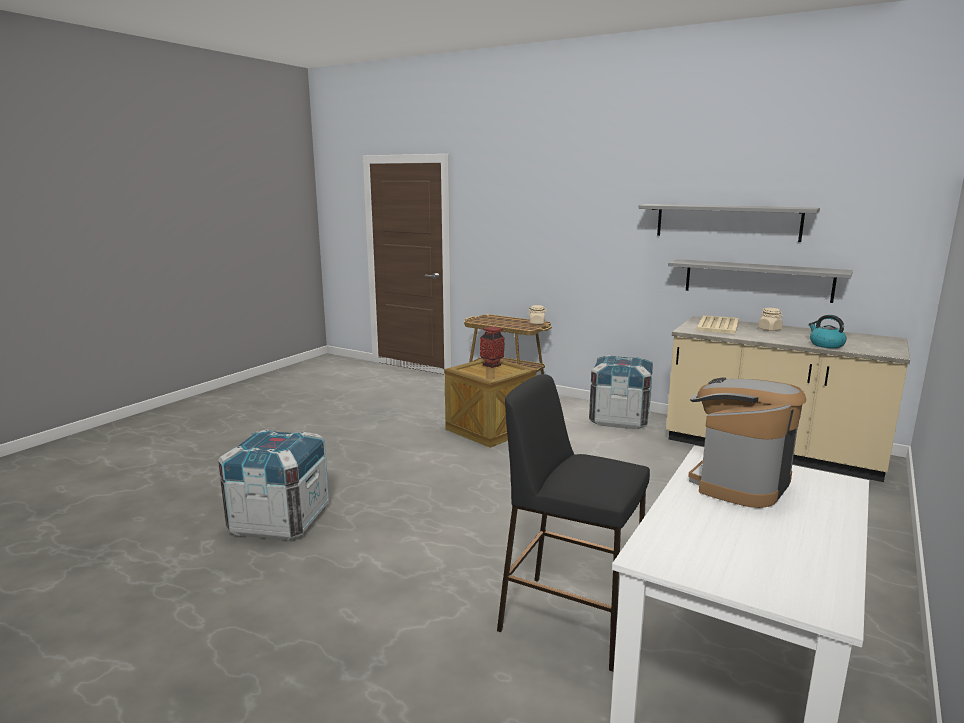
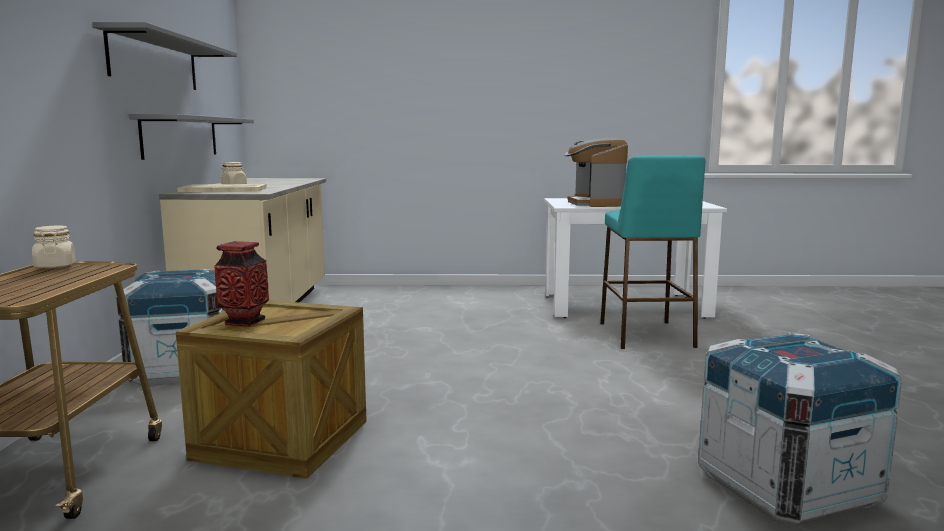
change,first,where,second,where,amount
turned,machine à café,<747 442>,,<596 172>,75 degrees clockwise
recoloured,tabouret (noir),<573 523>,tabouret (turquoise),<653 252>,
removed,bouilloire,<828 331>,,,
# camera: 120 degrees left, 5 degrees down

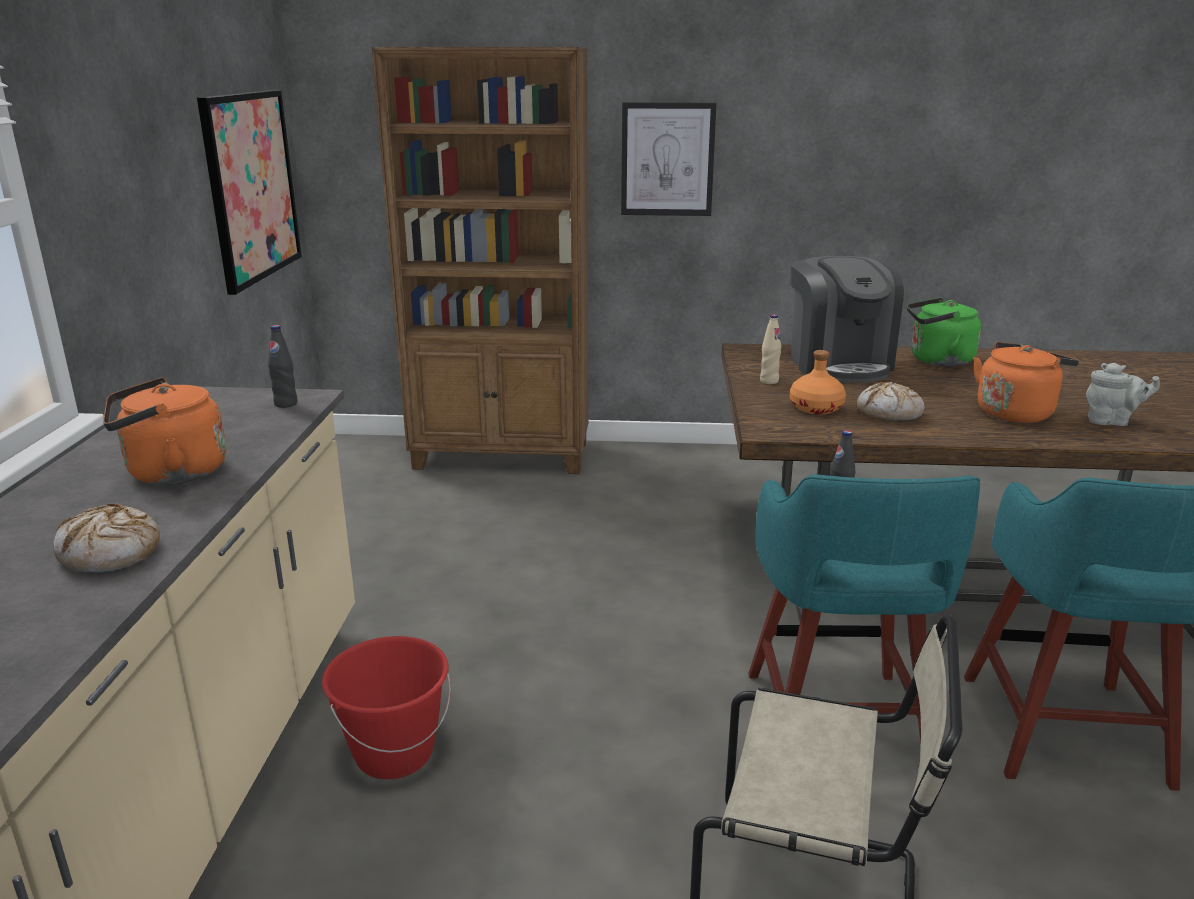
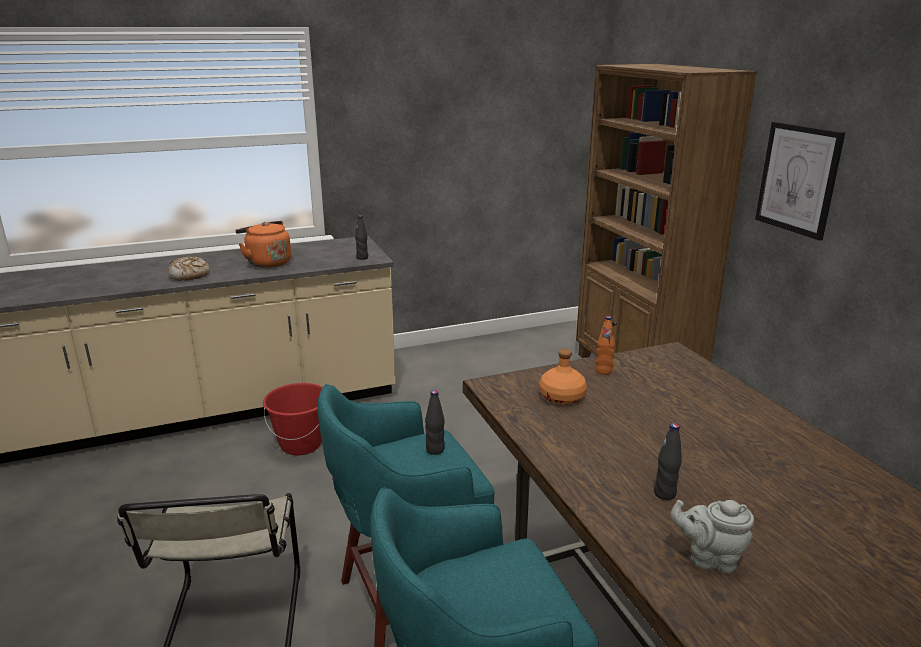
change,first,where,second,where,amount
recoloured,bouteille (beige),<771 349>,bouteille (orange),<605 345>,
replaced,bouilloire (orange),<1026 382>,bouteille (noir),<668 461>,
turned,théière (gris),<1123 394>,,<712 537>,120 degrees clockwise
removed,tableau,<249 192>,,,
removed,machine à café,<847 319>,,,
removed,pain,<890 401>,,,
removed,bouilloire (vert),<944 331>,,,
# camera: 65 degrees right, 0 degrees up

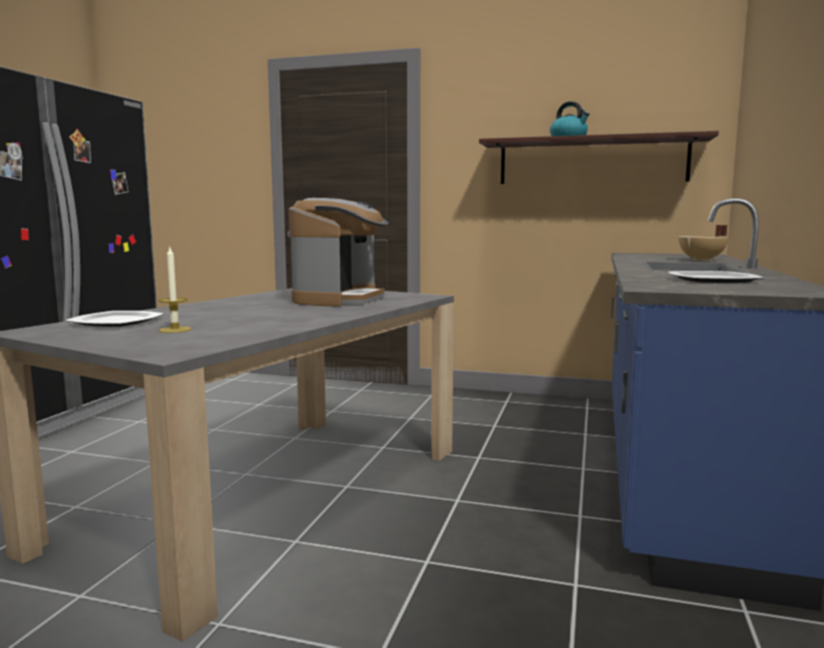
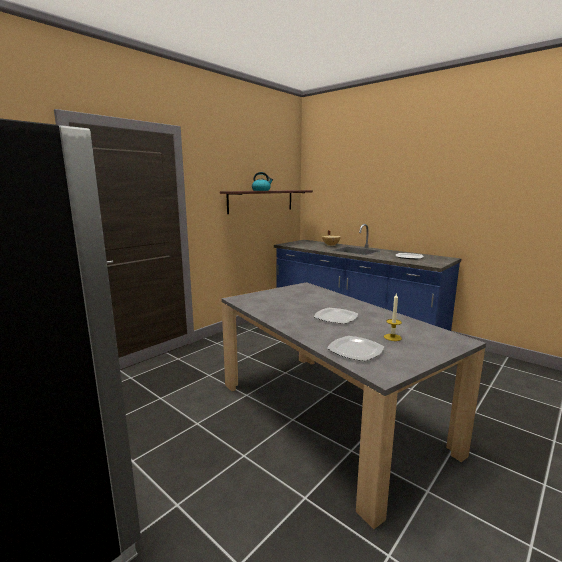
change,first,where,second,where,amount
added,,,assiette,<336 316>,
removed,machine à café,<339 252>,,,
# camera: 65 degrees left, 5 degrees up

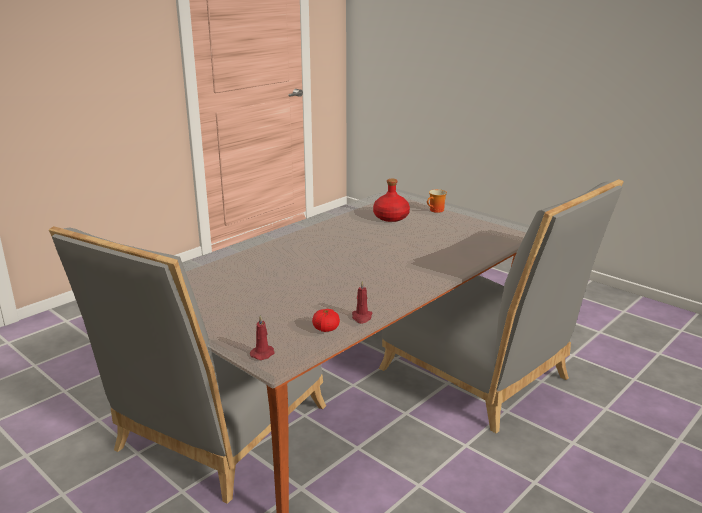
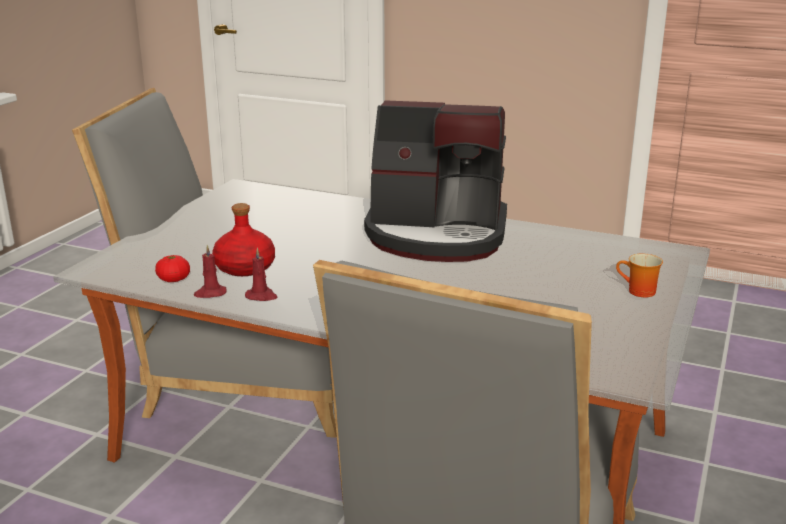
change,first,where,second,where,amount
moved,bouteille (rouge),<391 200>,,<243 239>,
moved,bougie (rouge),<262 337>,,<261 274>,
added,,,machine à café,<435 181>,
# camera: 70 degrees right, 0 degrees up

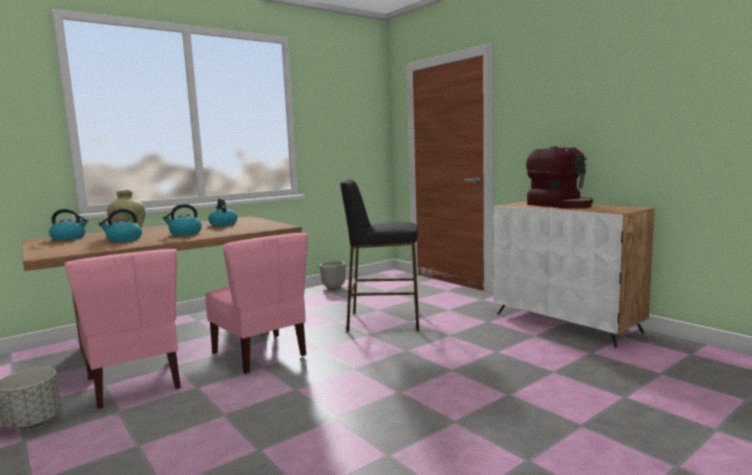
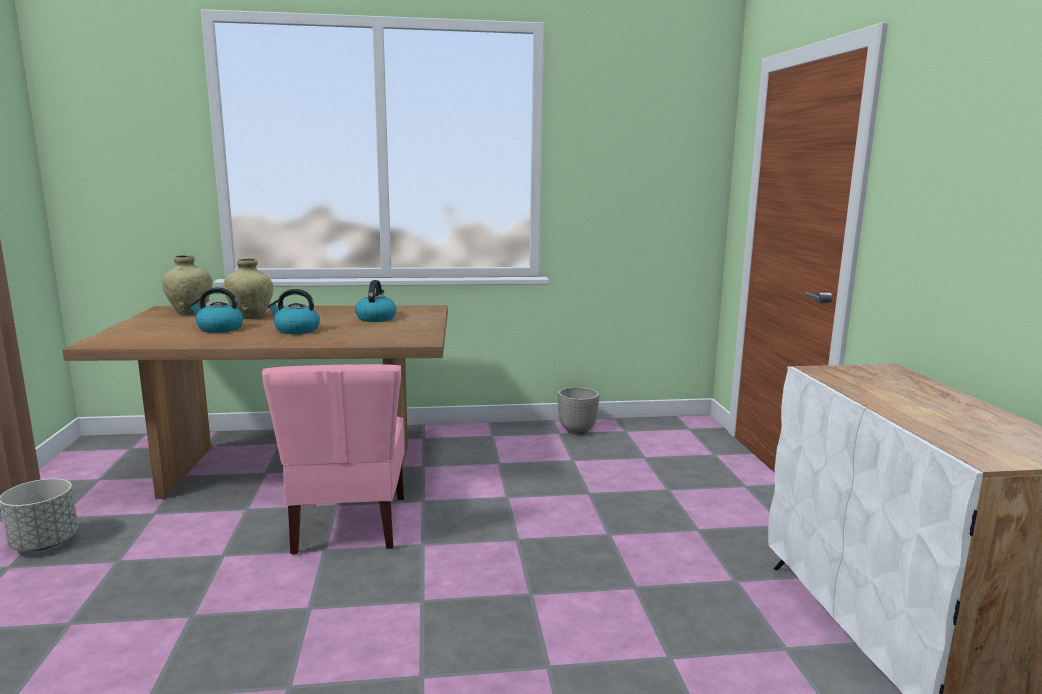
change,first,where,second,where,amount
replaced,bouilloire,<68 225>,vase (beige),<187 285>,
removed,chaise (rose),<122 329>,,,
removed,tabouret (noir),<379 255>,,,
removed,machine à café,<559 178>,,,
# camera: 30 degrees right, 5 degrees up

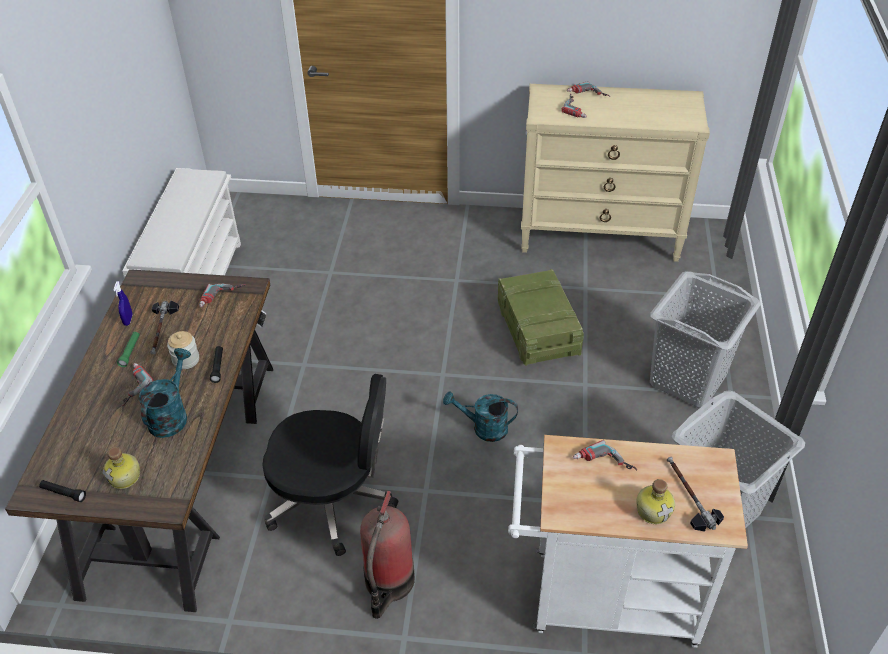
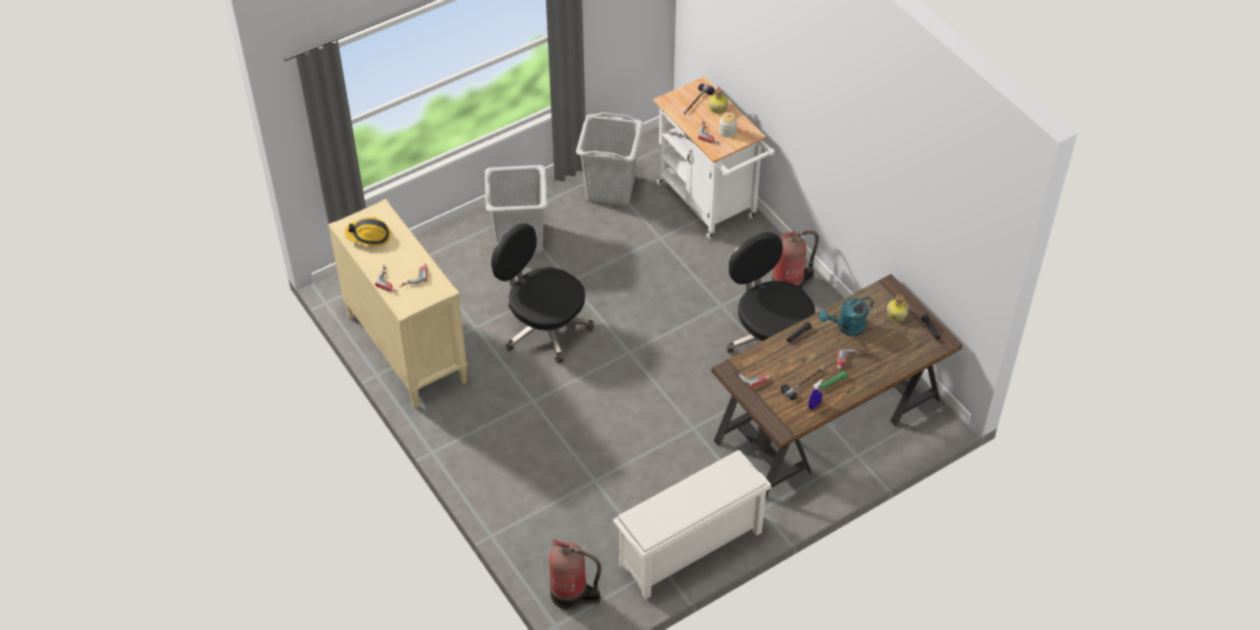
change,first,where,second,where,amount
added,,,casque de chantier,<368 231>,
replaced,caisse,<541 317>,chaise de bureau (noir),<542 293>,
added,,,extincteur,<575 574>,
moved,bocal,<183 350>,,<728 124>,
removed,arrosoir (turquoise),<480 416>,,,
# camera: 130 degrees left, 5 degrees up

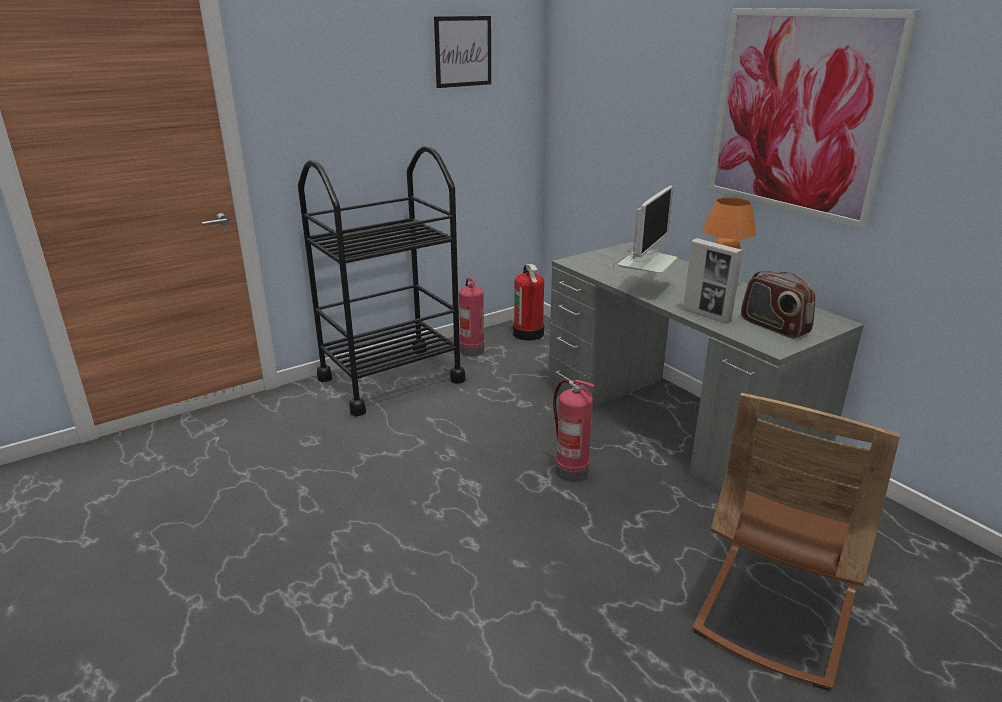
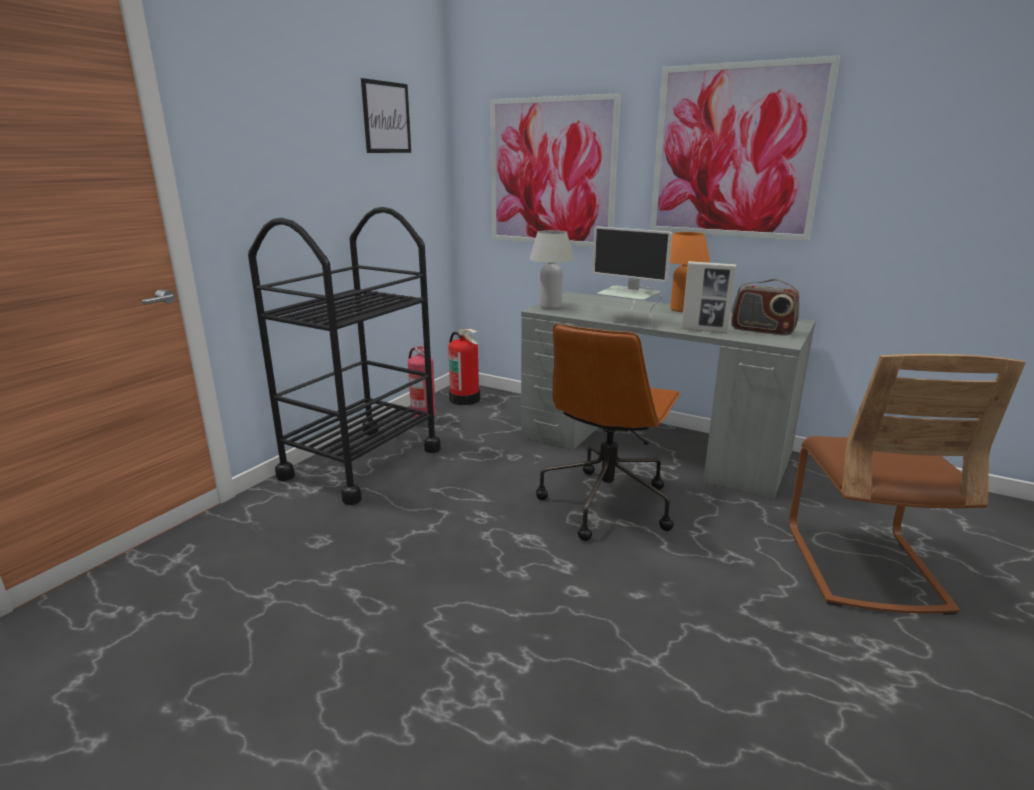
change,first,where,second,where,amount
added,,,tableau,<555 170>,
added,,,lampe de table (blanc),<551 269>,
replaced,extincteur,<574 430>,chaise de bureau (marron),<608 432>,
turned,écran d'ordinateur,<645 235>,,<632 275>,120 degrees clockwise
# camera: 25 degrees left, 5 degrees down

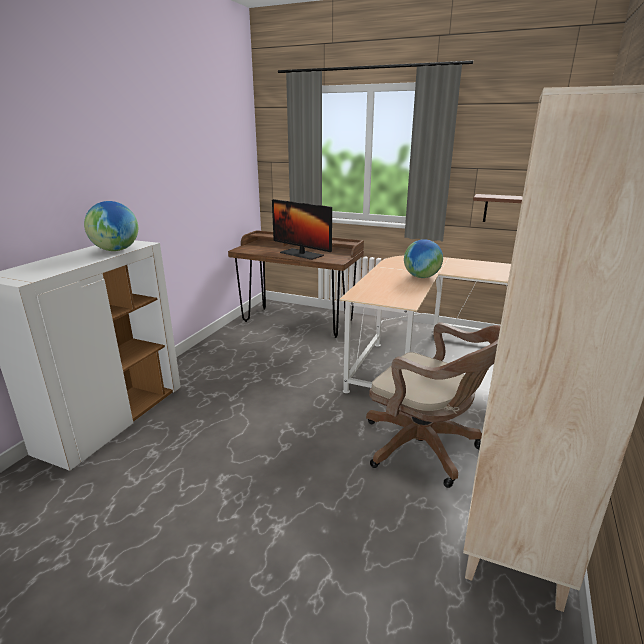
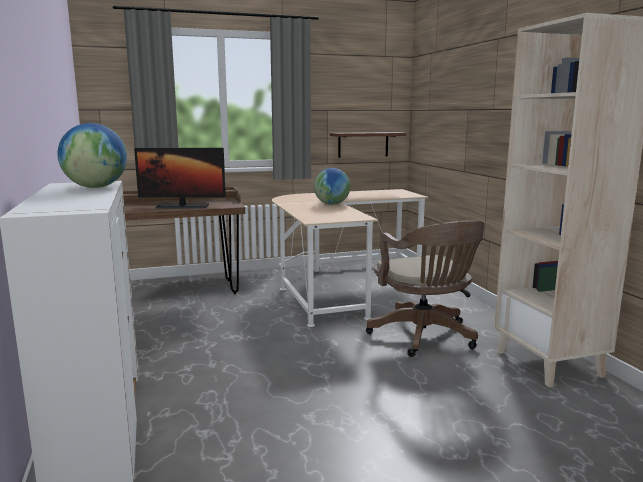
change,first,where,second,where,amount
turned,chaise de bureau (marron),<433 405>,,<425 289>,75 degrees clockwise
# camera: 40 degrees left, 10 degrees down

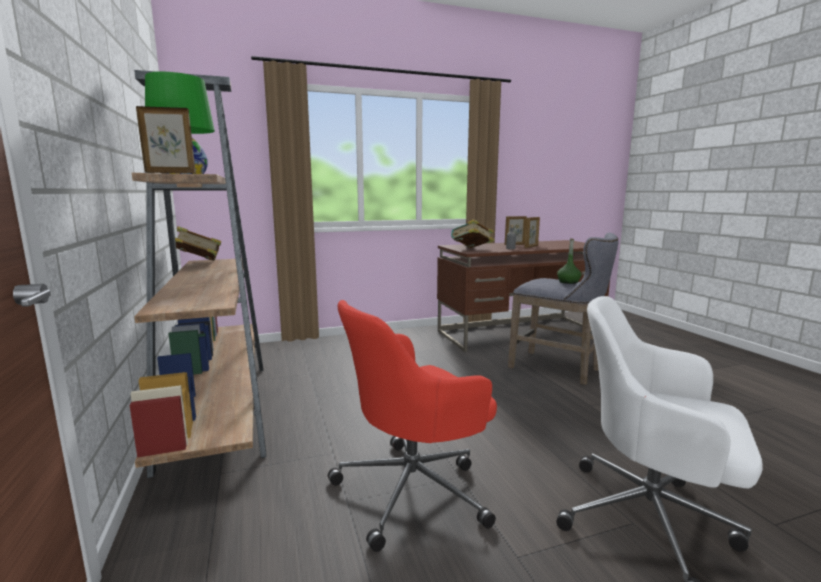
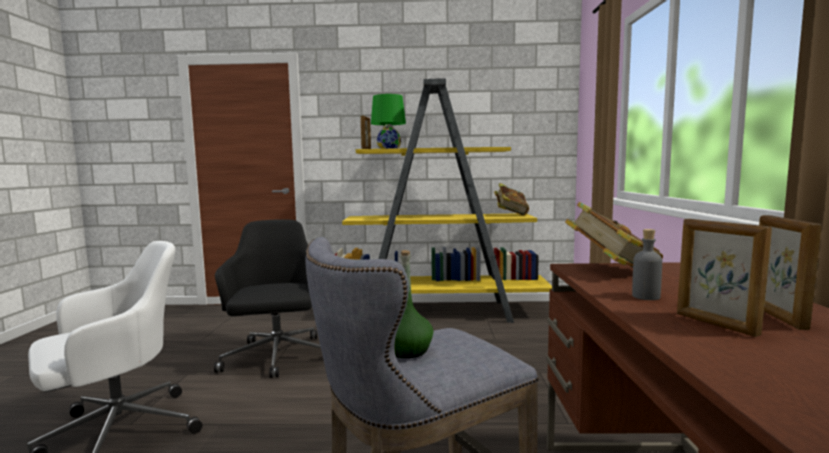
change,first,where,second,where,amount
recoloured,chaise de bureau (rouge),<412 426>,chaise de bureau (noir),<267 299>,
recoloured,bibliothèque (marron),<198 274>,bibliothèque (jaune),<443 200>,
# camera: 110 degrees right, 5 degrees down

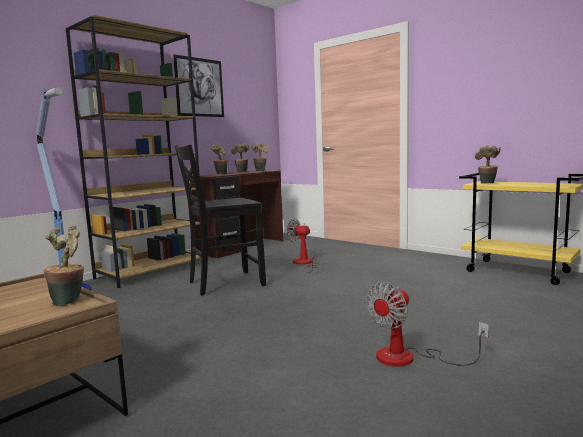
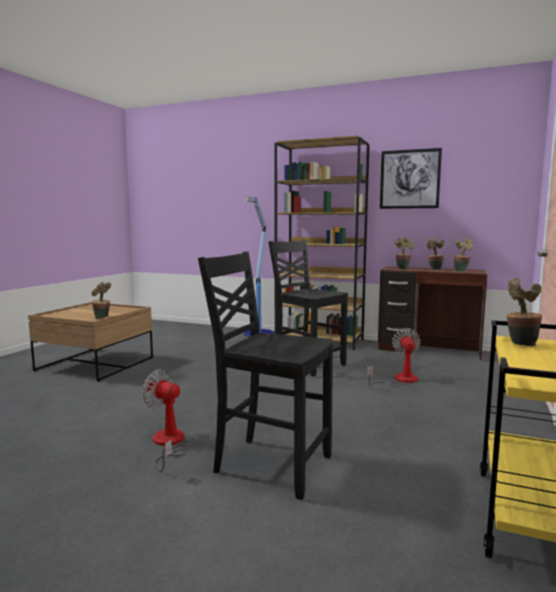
change,first,where,second,where,amount
added,,,chaise (noir),<265 376>,
# camera: 70 degrees right, 0 degrees up

